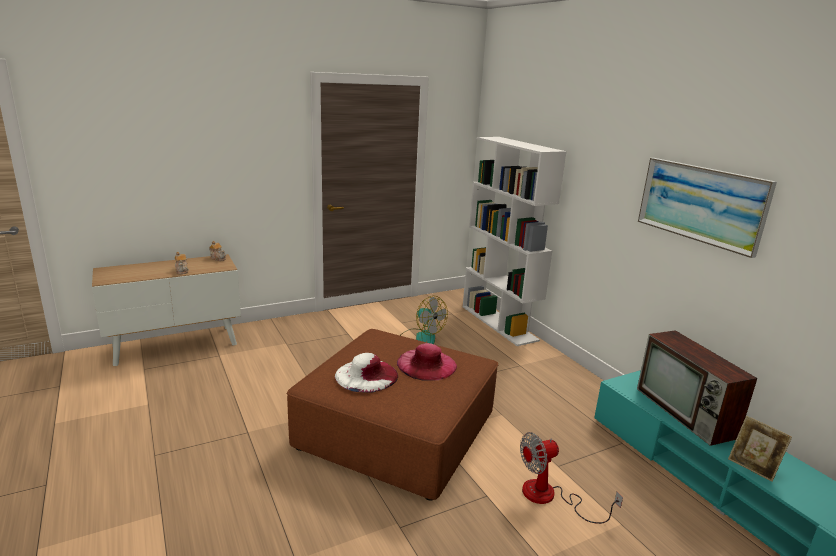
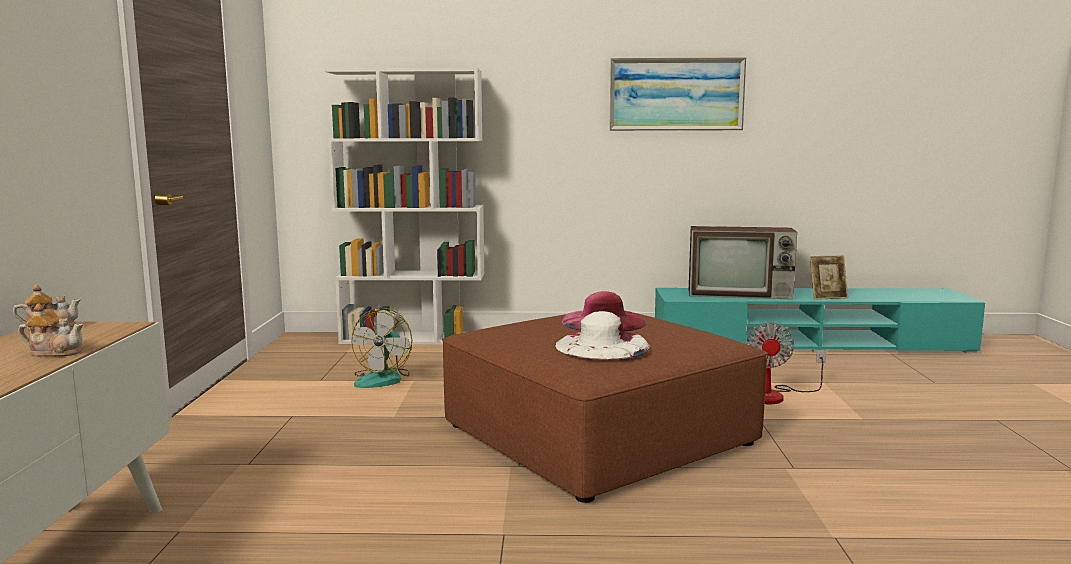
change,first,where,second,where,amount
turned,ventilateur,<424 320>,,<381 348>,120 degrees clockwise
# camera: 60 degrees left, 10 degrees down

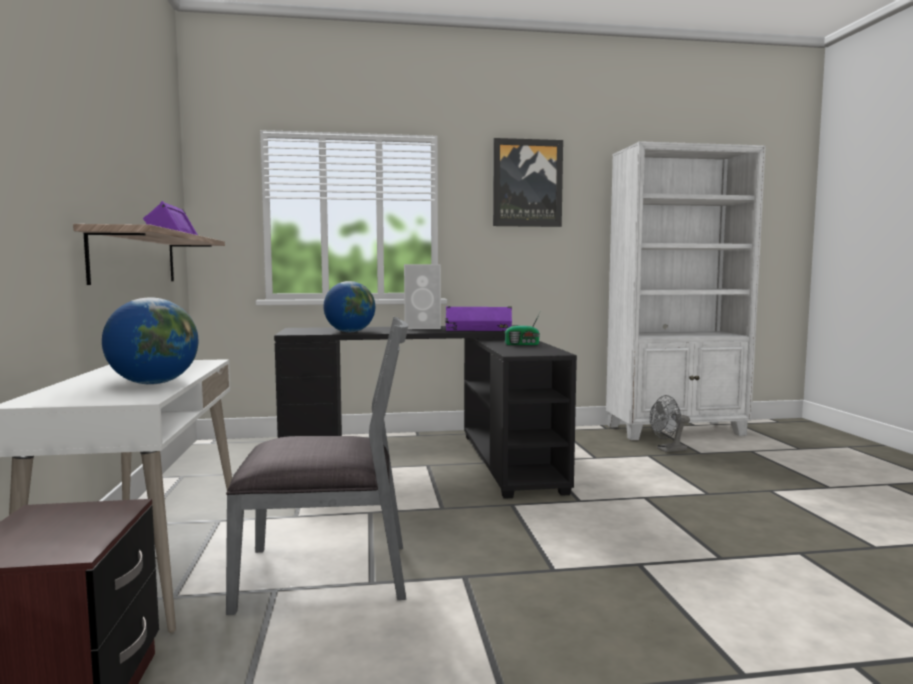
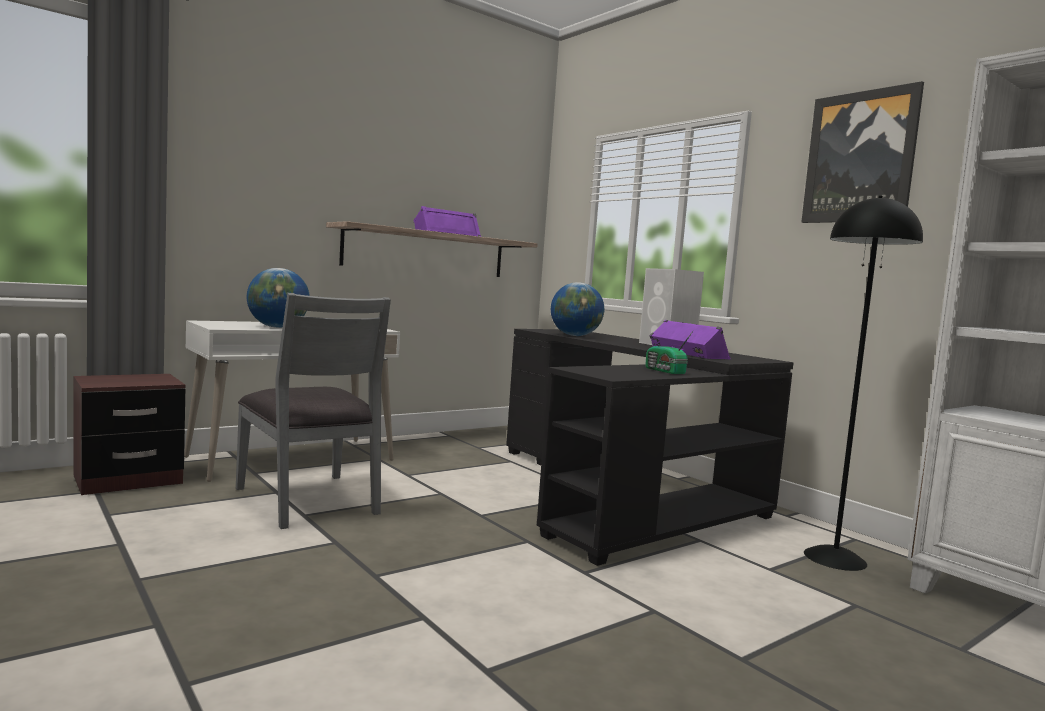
change,first,where,second,where,amount
added,,,lampadaire (noir),<863 383>,
removed,ventilateur (gris),<670 423>,,,
# camera: 60 degrees right, 0 degrees up

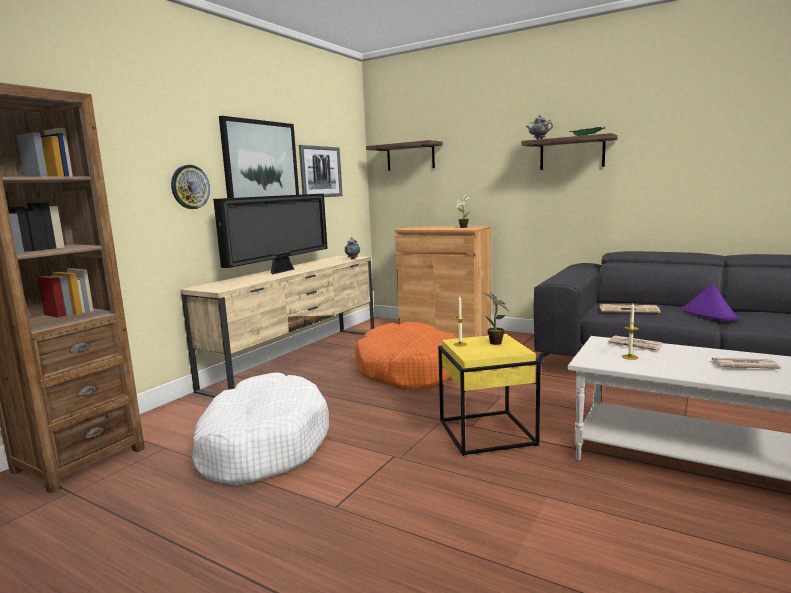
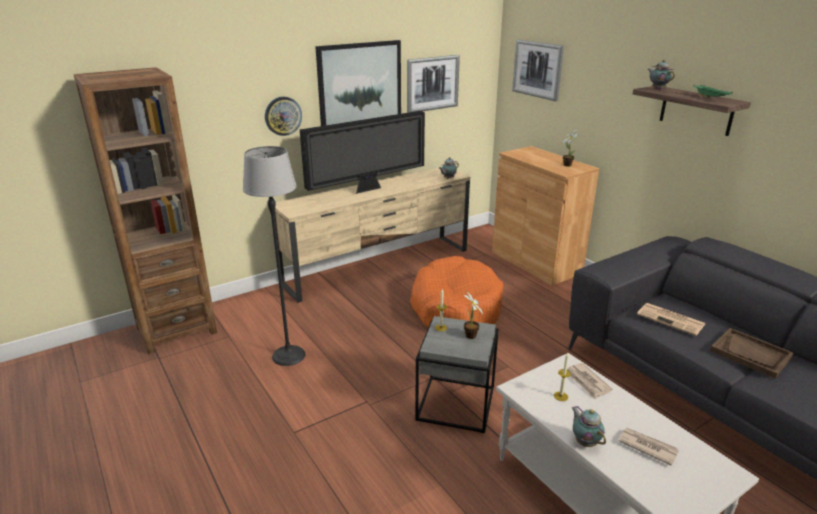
change,first,where,second,where,amount
replaced,panier pour chien (blanc),<260 429>,lampadaire,<274 256>,
recoloured,table d'appoint (jaune),<489 395>,table d'appoint (gris),<457 374>,
replaced,étagère,<404 155>,tableau,<538 70>,
added,,,théière,<589 426>,
replaced,chapeau (violet),<710 301>,plateau (marron),<752 353>,
# camera: 25 degrees right, 15 degrees up

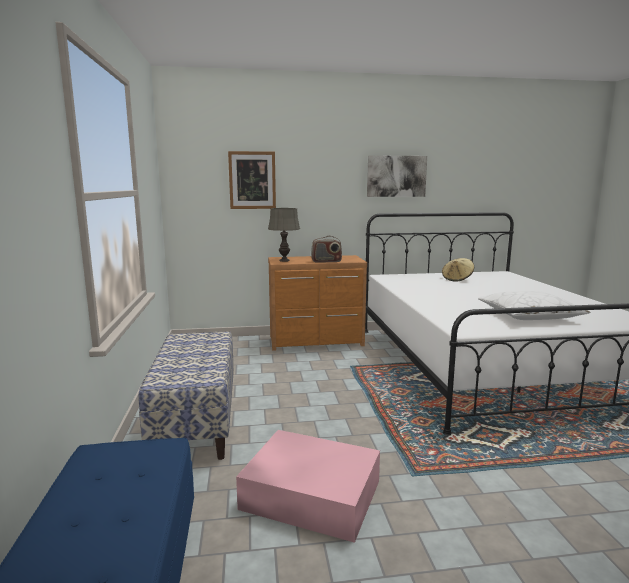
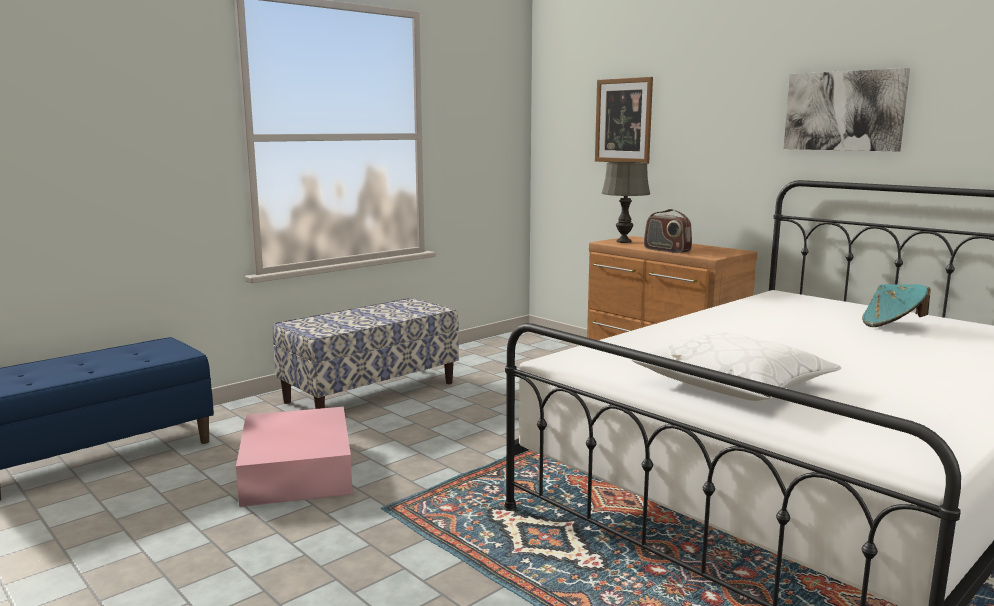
change,first,where,second,where,amount
recoloured,chapeau (beige),<458 270>,chapeau (turquoise),<896 305>,
# camera: 55 degrees right, 0 degrees up

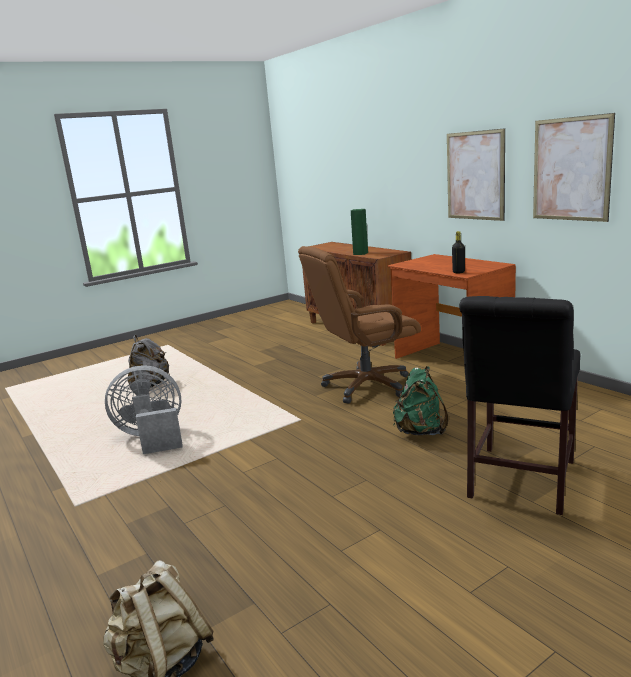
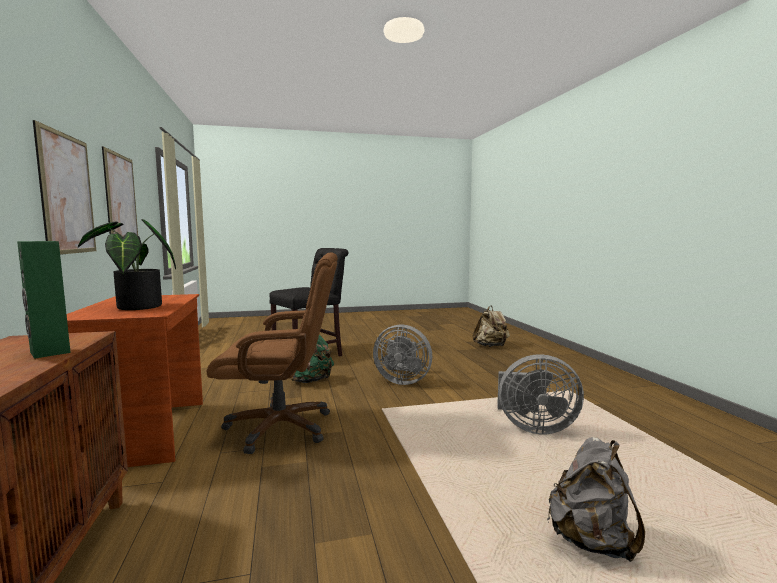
change,first,where,second,where,amount
added,,,plante en pot,<127 264>,
added,,,ventilateur (gris),<402 355>,
removed,bouteille (noir),<458 252>,,,
# camera: 160 degrees left, 10 degrees down

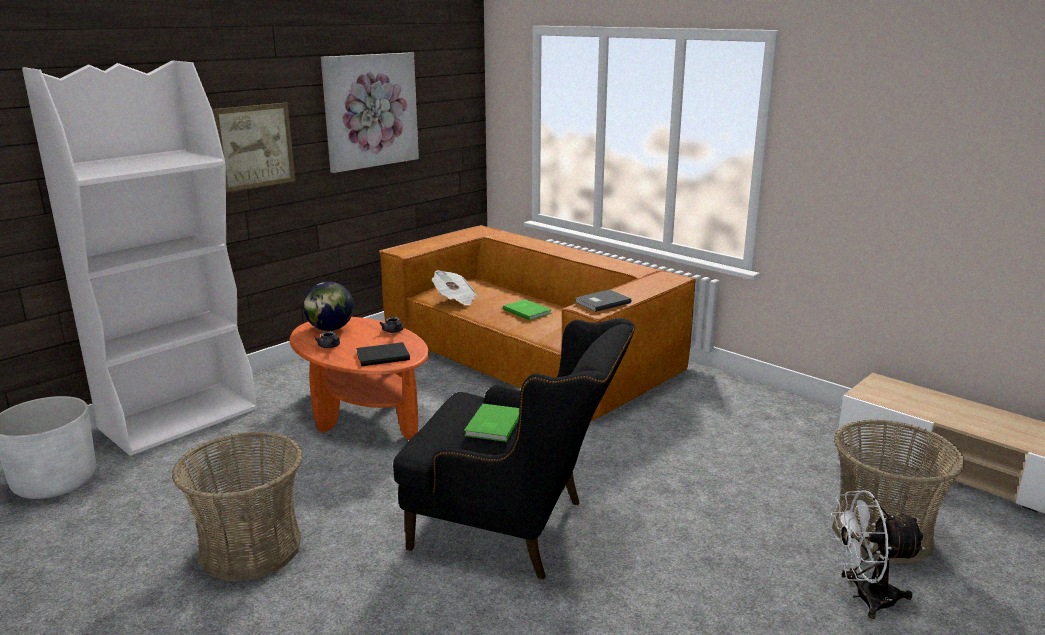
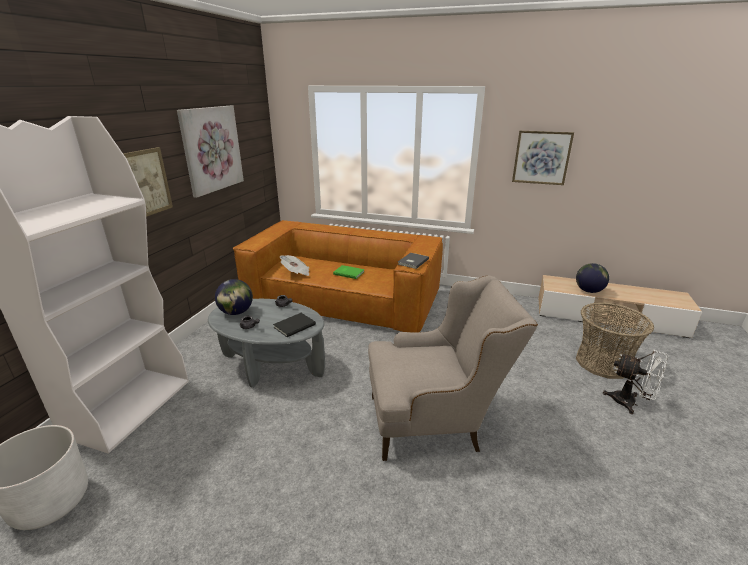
change,first,where,second,where,amount
recoloured,table basse (orange),<359 378>,table basse (gris),<266 343>,
recoloured,fauteuil (noir),<514 448>,fauteuil (beige),<453 368>,
added,,,tableau,<543 158>,
added,,,globe,<592 278>,
turned,ventilateur (blanc),<878 554>,,<636 381>,120 degrees counterclockwise
removed,panier,<237 506>,,,
removed,livre (vert),<491 423>,,,
# camera: 25 degrees left, 5 degrees up

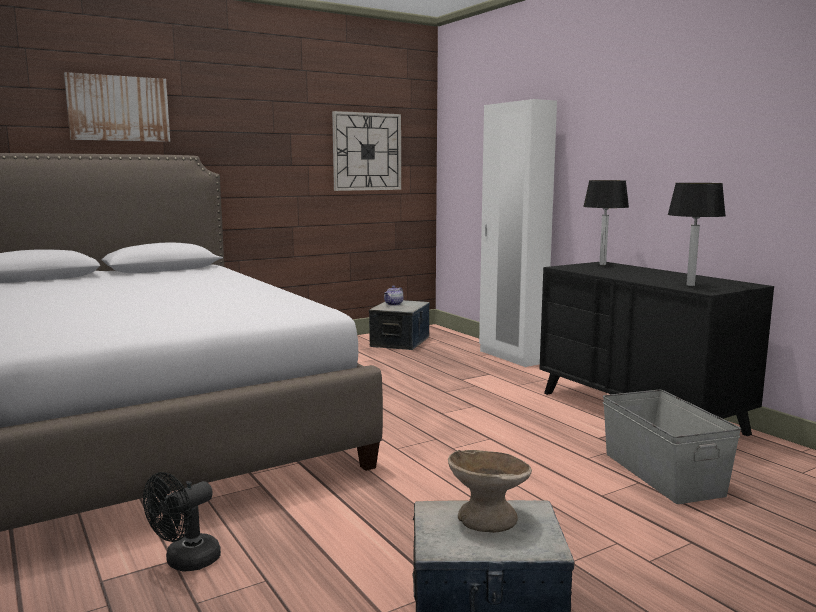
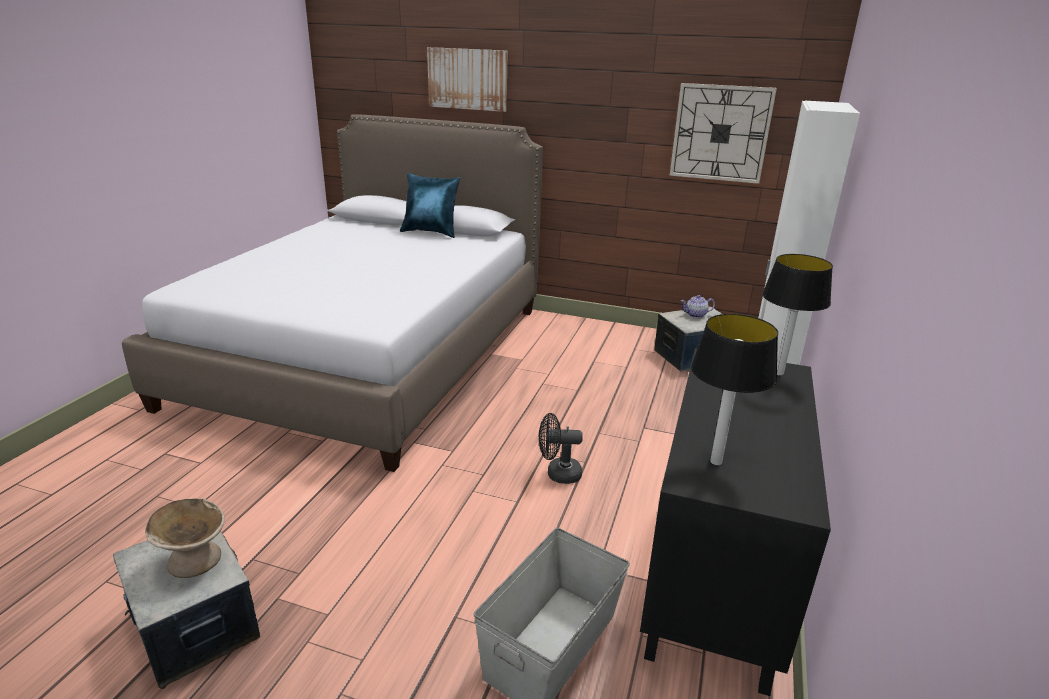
change,first,where,second,where,amount
added,,,coussin (bleu),<430 205>,
moved,ventilateur (noir),<182 521>,,<561 448>,
# camera: 50 degrees right, 15 degrees up

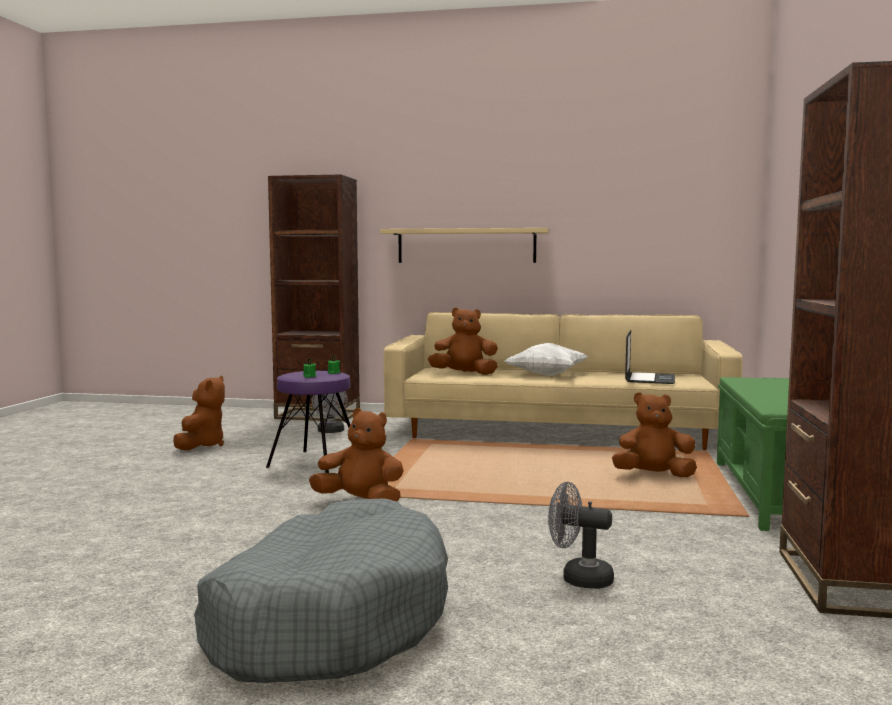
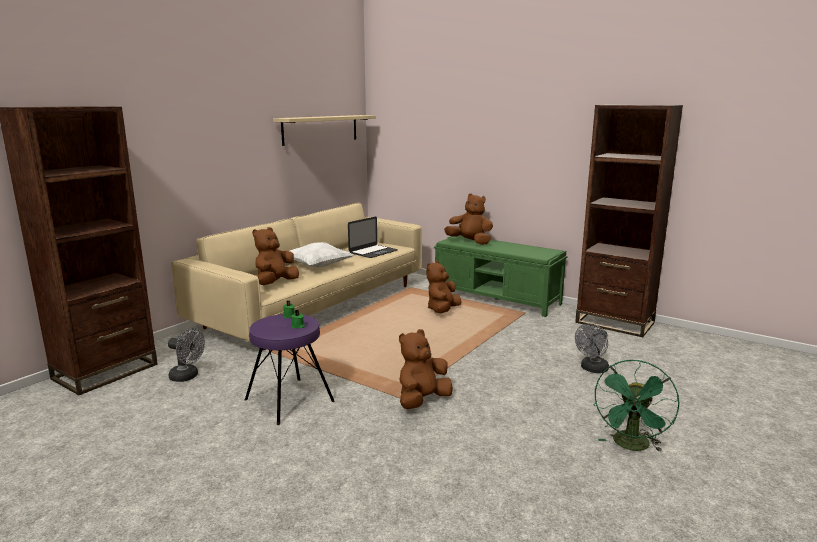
change,first,where,second,where,amount
moved,étagère (beige),<464 245>,,<324 130>,
turned,ordinateur portable,<650 357>,,<373 237>,90 degrees clockwise
moved,peluche (marron),<199 413>,,<468 219>,
replaced,panier pour chien (gris),<321 590>,ventilateur (vert),<636 406>,
# camera: 65 degrees left, 10 degrees up

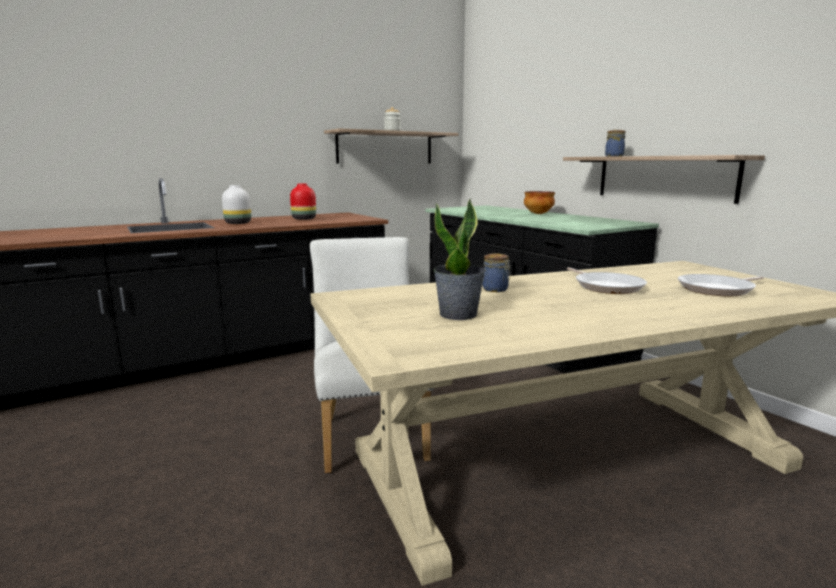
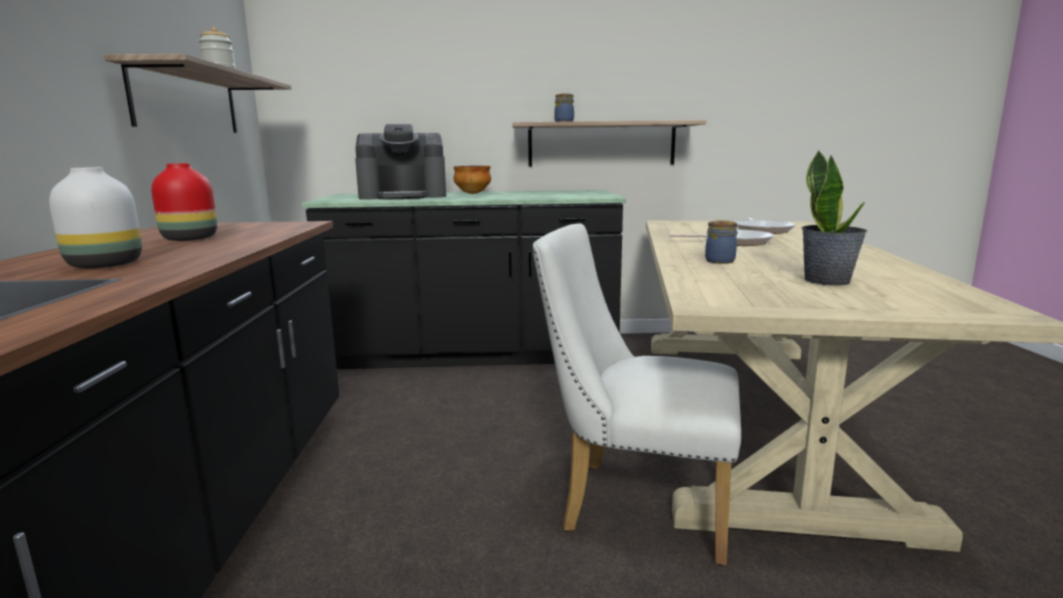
change,first,where,second,where,amount
added,,,machine à café,<400 162>,
# camera: 60 degrees left, 0 degrees up

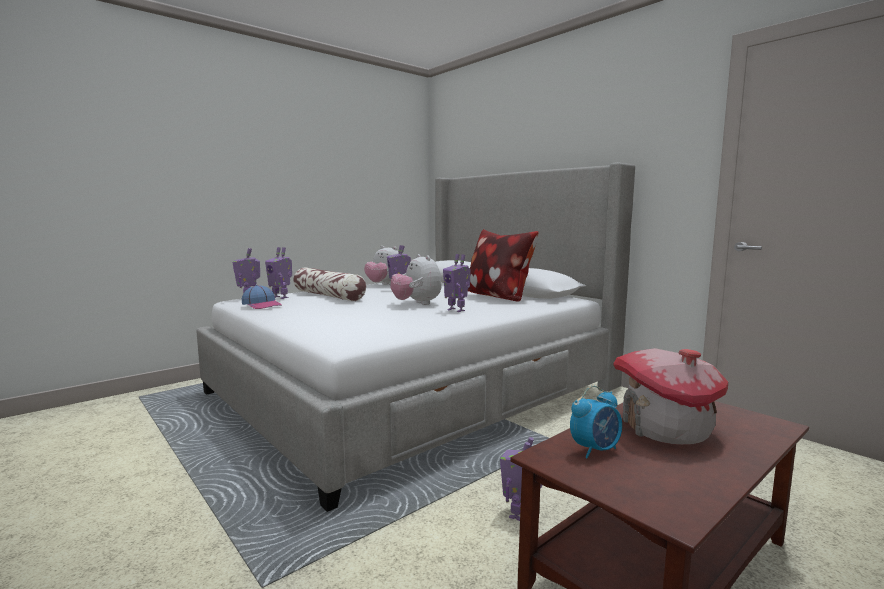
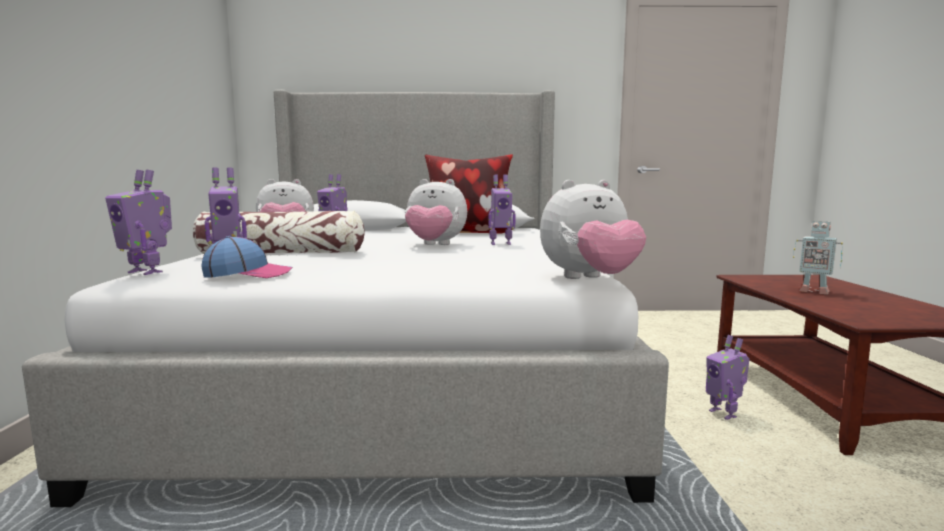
change,first,where,second,where,amount
added,,,peluche,<593 229>,
replaced,maison miniature,<670 396>,robot jouet,<818 257>,
removed,réveil,<596 422>,,,
# camera: 50 degrees left, 0 degrees up

